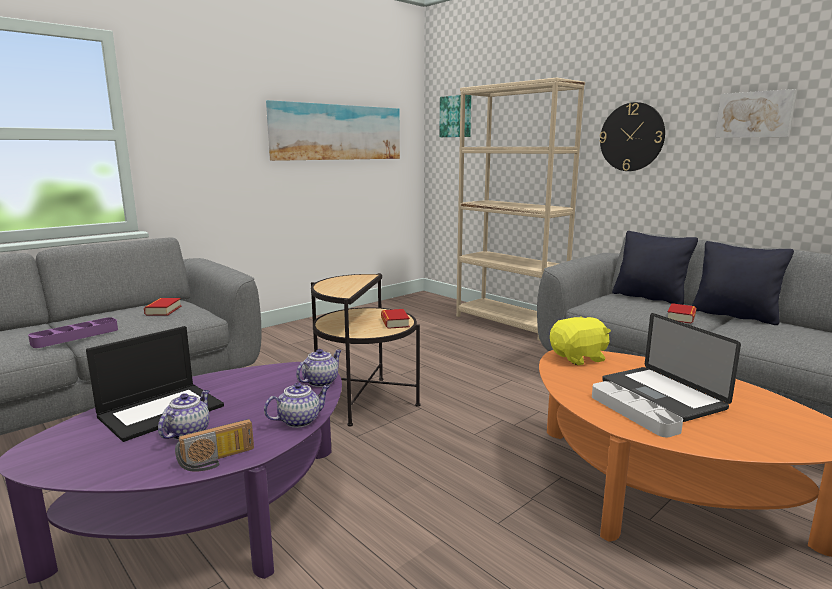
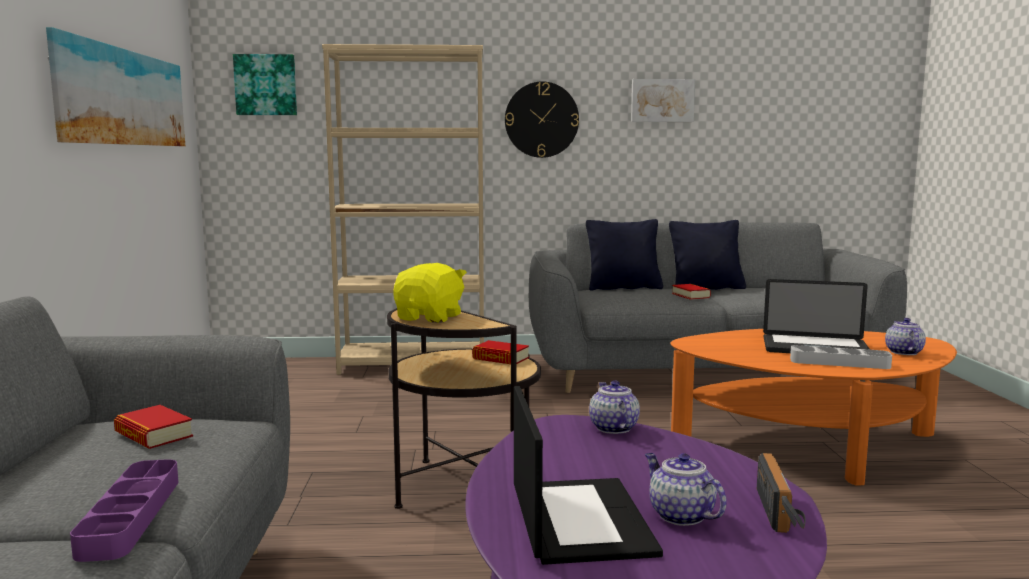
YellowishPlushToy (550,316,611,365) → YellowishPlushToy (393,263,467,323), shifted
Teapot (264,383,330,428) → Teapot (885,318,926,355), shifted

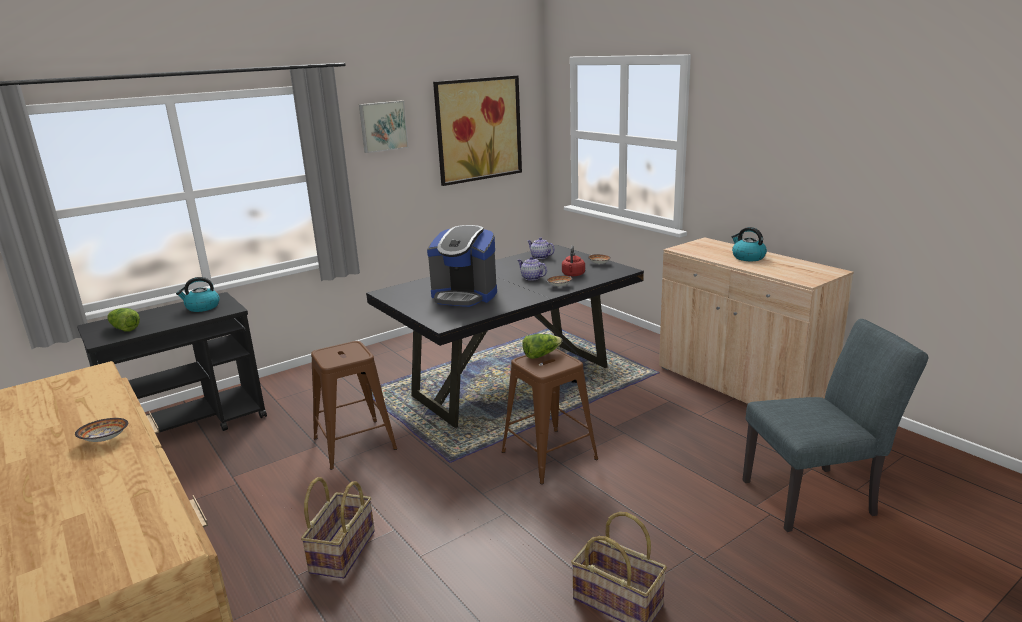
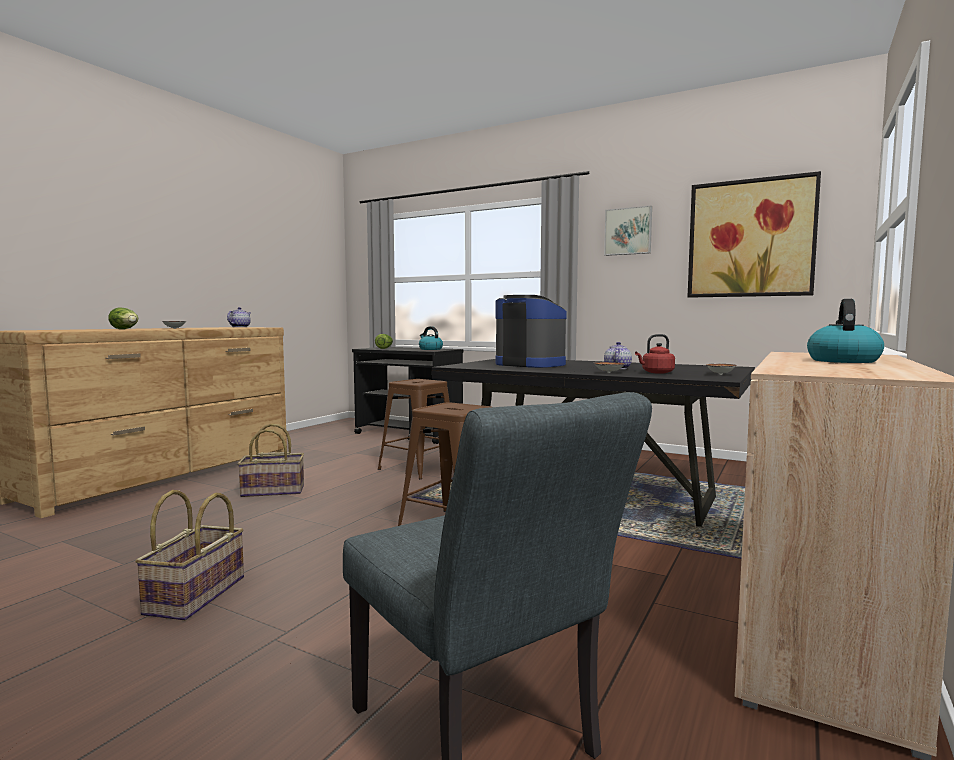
CoffeeBrewer (427,225,497,307) → CoffeeBrewer (495,295,567,368), 135 degrees clockwise
Teapot (527,237,555,259) → Teapot (227,307,251,327), shifted
Lettuce (522,334,562,359) → Lettuce (108,307,138,329), shifted

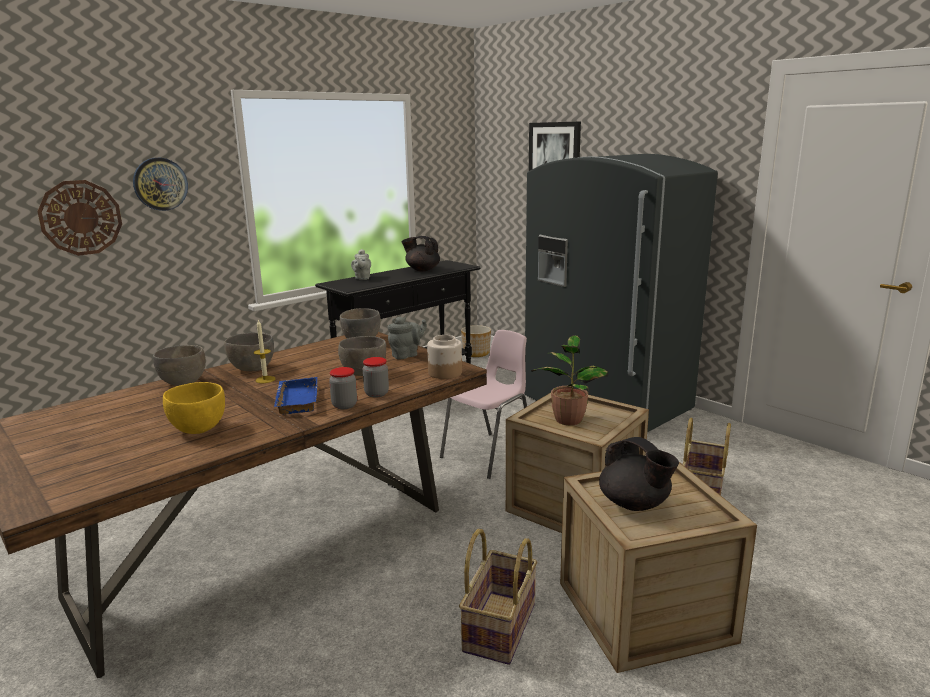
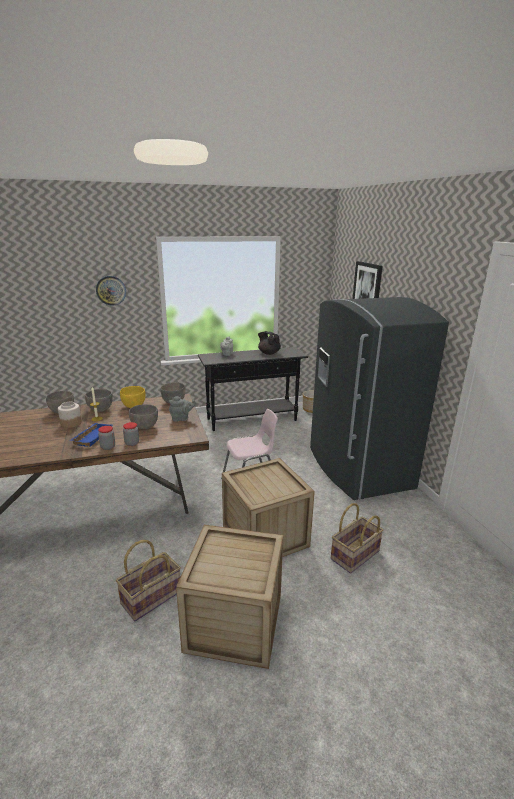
WallClock (37,180,122,256) → -
PreserveJar (427,335,462,379) → PreserveJar (58,402,82,428), shifted
PottedPlant (530,335,608,425) → -
YellowishBowl (163,382,225,434) → YellowishBowl (120,386,146,408), shifted
BlackColouredTeapot (599,437,679,511) → -

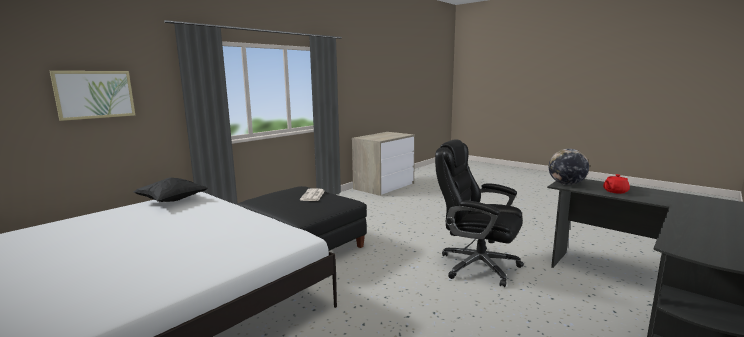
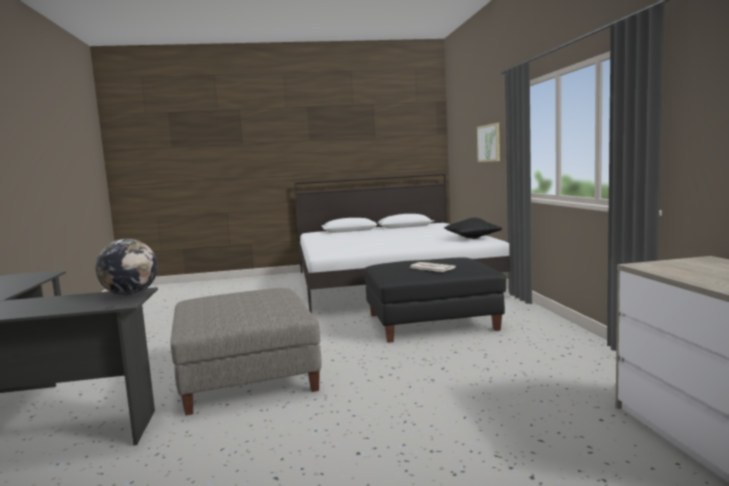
BlackColouredDeskChair (435,139,524,287) → GreyPouffe (171,288,321,416)
RedColouredTeapot (603,174,630,194) → -

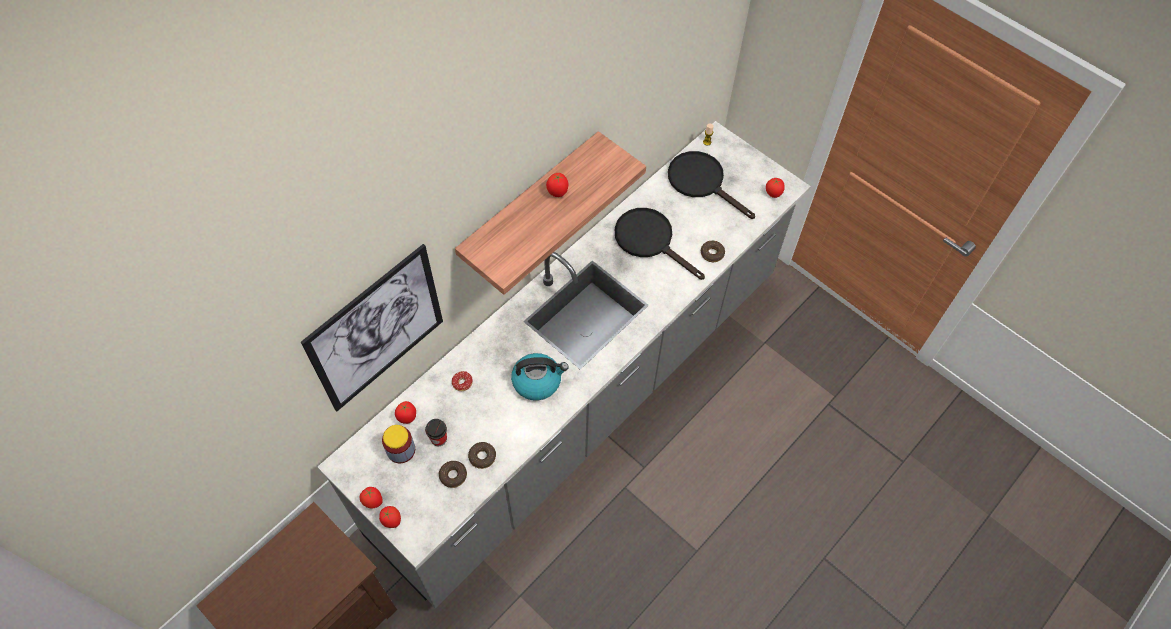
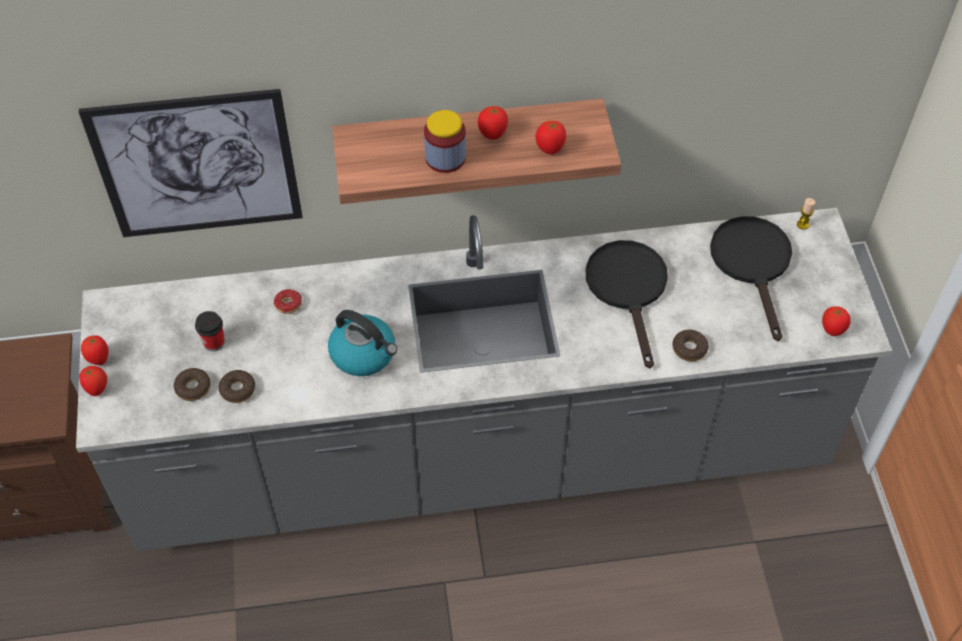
FreshTomato (395,401,416,424) → FreshTomato (536,121,566,154), shifted
PreserveJar (382,425,415,463) → PreserveJar (424,110,466,173), shifted

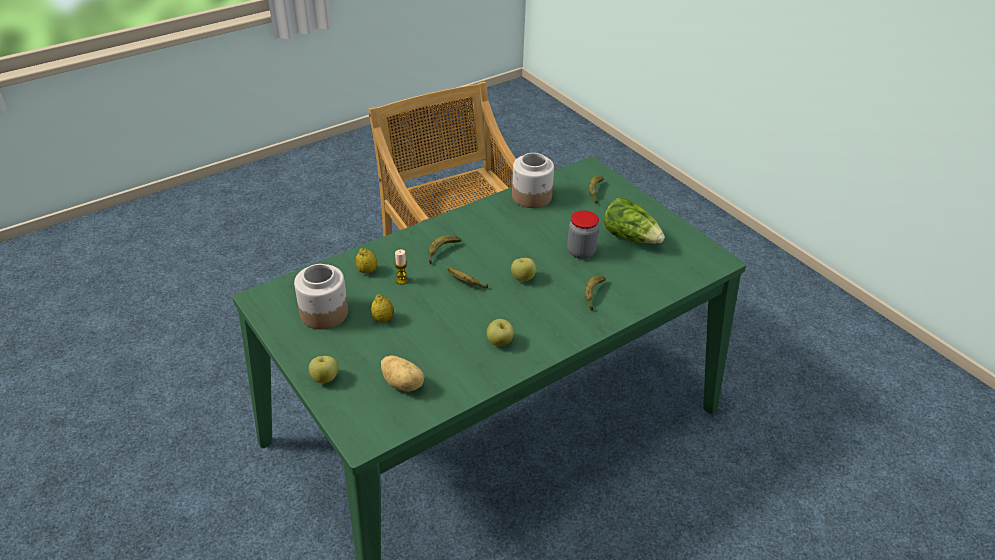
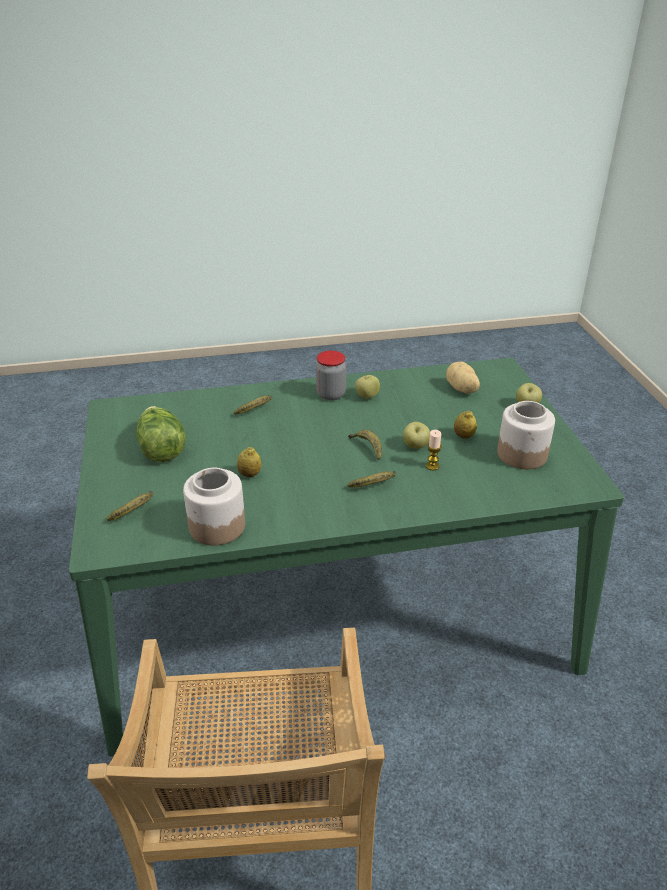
PreserveJar (567,210,599,259) → PreserveJar (316,351,346,400), shifted
CitrusFruit (355,248,378,274) → CitrusFruit (237,447,261,477), shifted
Apple (511,258,536,282) → Apple (403,422,430,449), shifted

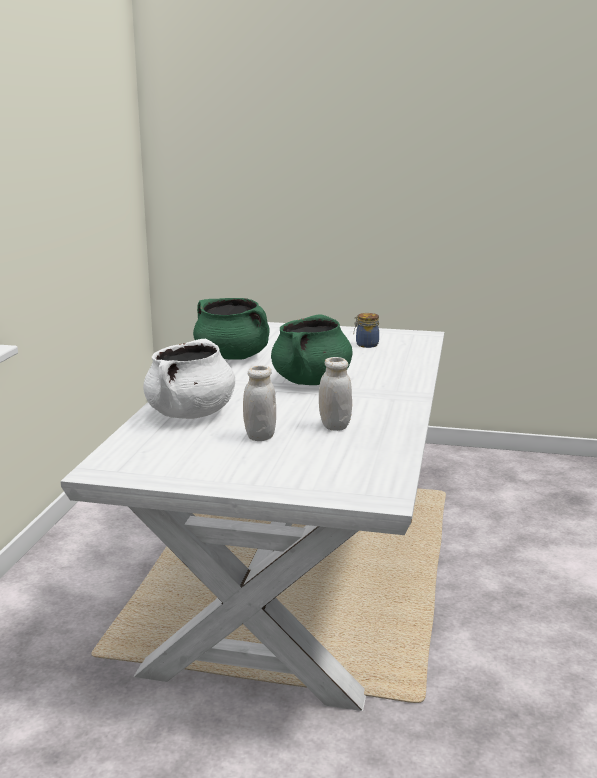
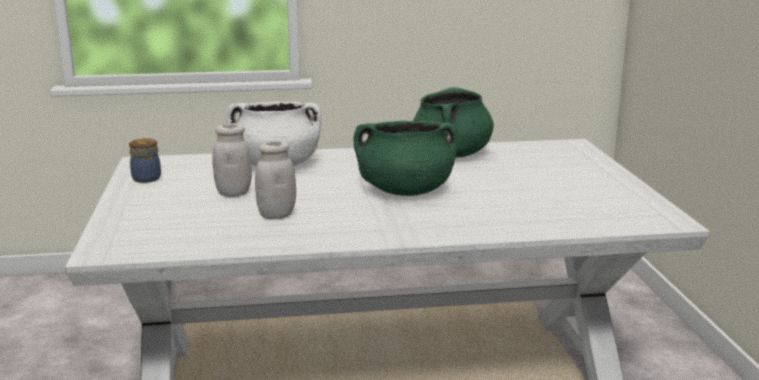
PreserveJar (354,313,379,348) → PreserveJar (129,138,161,183), shifted

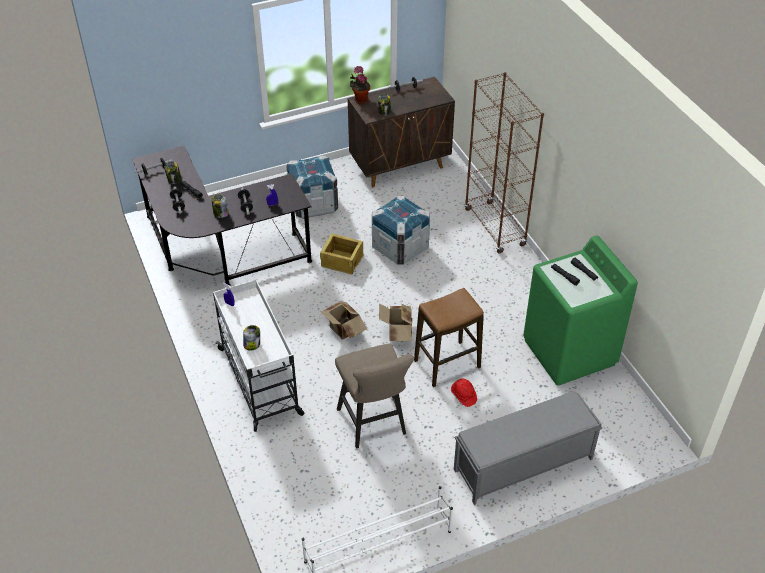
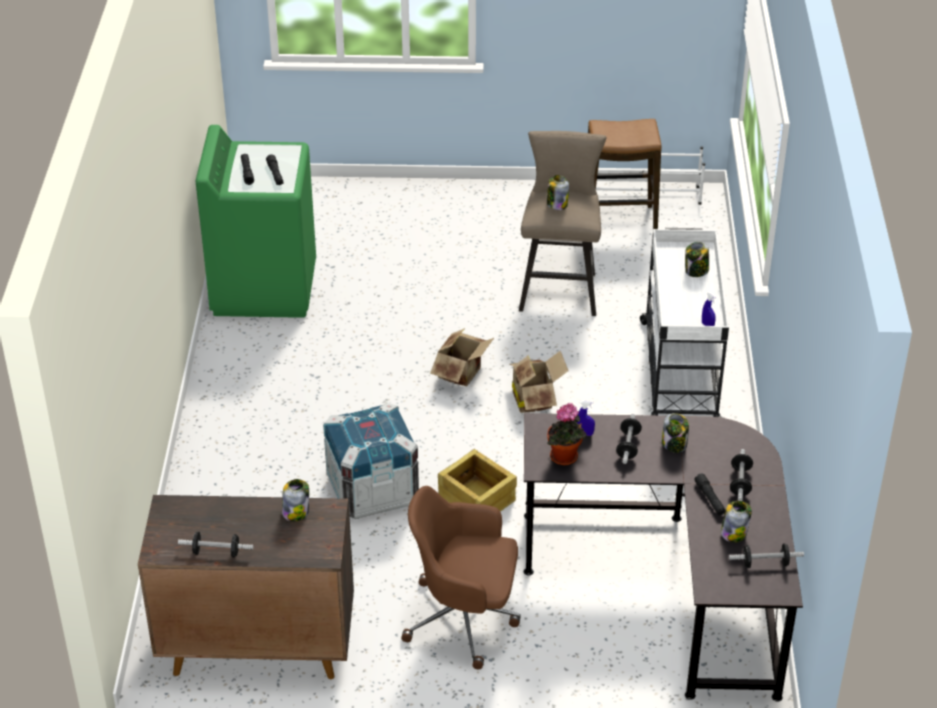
PottedPlant (350,66,370,104) → PottedPlant (547,403,586,466), shifted
BrownishBookcase (464,72,544,253) → -
ShippingCrate (286,155,338,218) → BrownishDeskChair (401,486,521,669)
StoolSeat (414,288,484,387) → StoolSeat (588,119,661,229), shifted
RedColouredSafetyHelmet (451,379,477,407) → -
GreyIndoorBench (454,391,602,505) → -
- → PreserveJar (547,175,569,210)

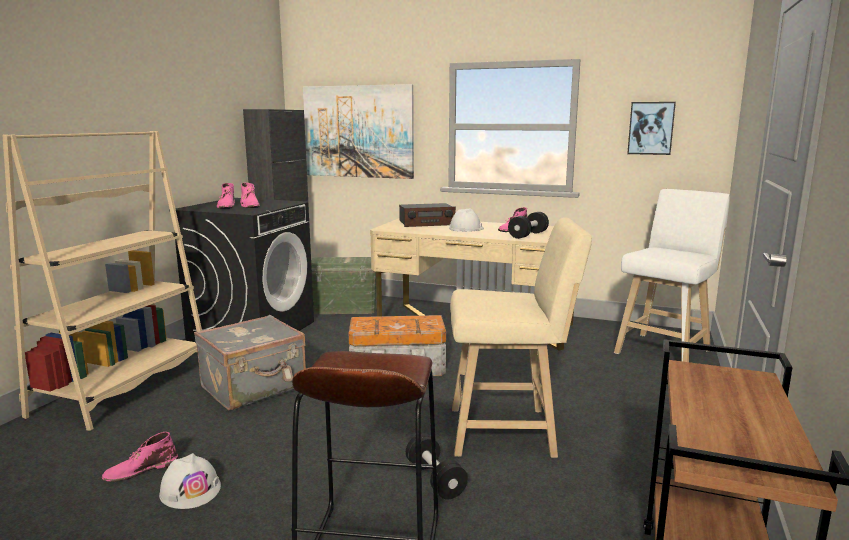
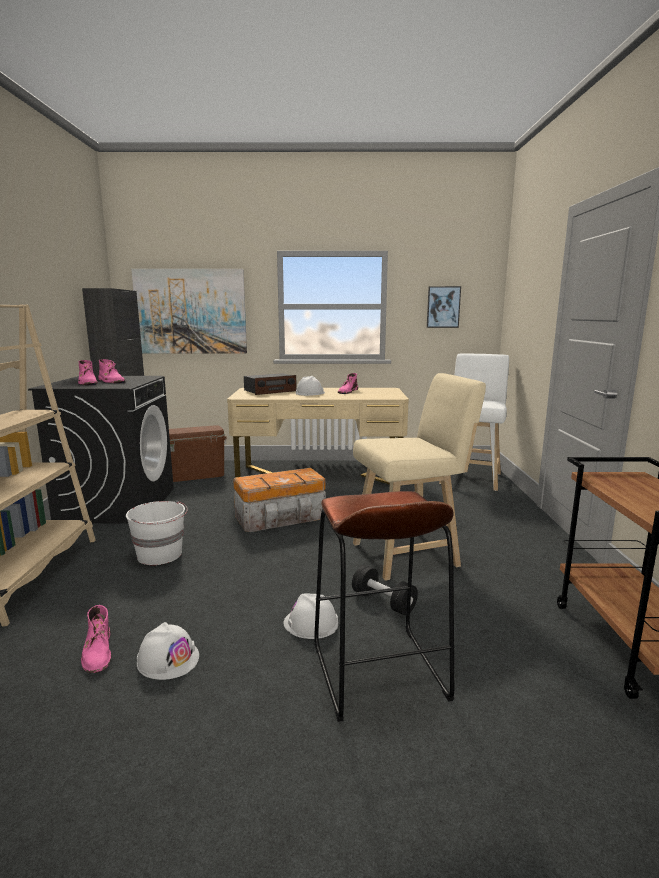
BlackColouredDumbbell (508,212,549,239) → -
GreenStorageBox (311,257,377,314) → BrownishStorageBox (169,425,227,482)
GreySuitcase (194,315,306,410) → WhiteBucket (126,500,188,565)
PinkBoot (102,432,179,482) → PinkBoot (81,605,111,673), 60 degrees counterclockwise
- → WhiteSafetyHelmet (283,593,338,639)

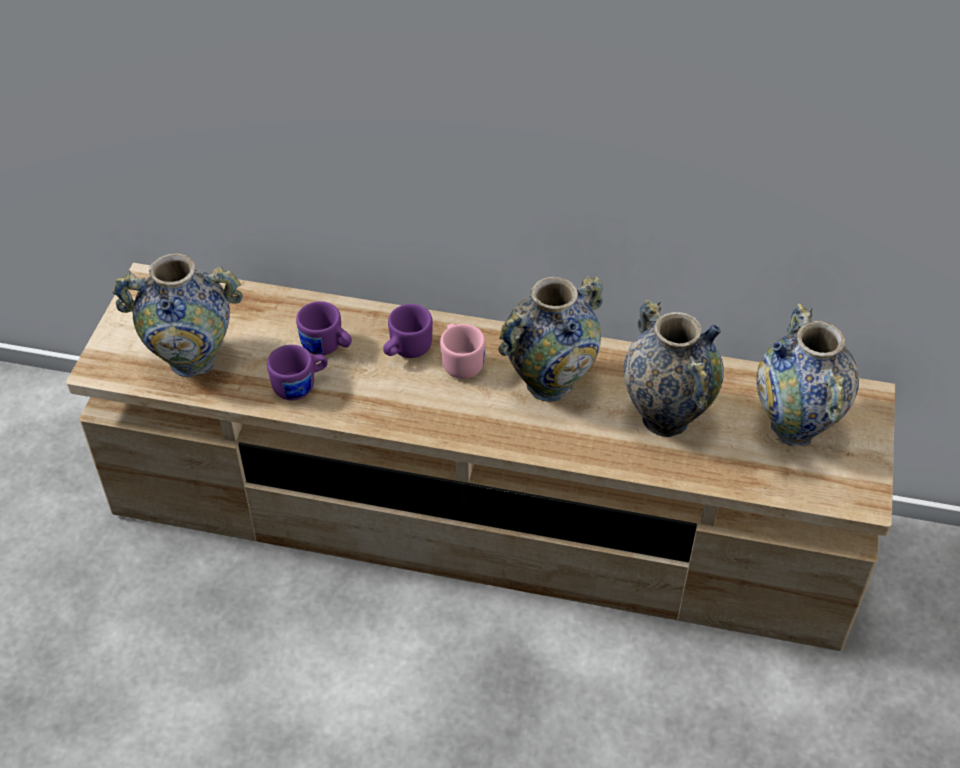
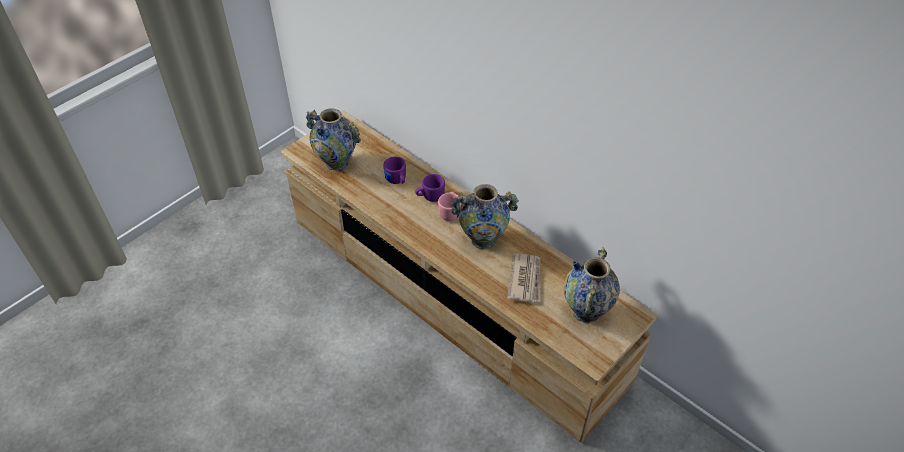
DecorativeVase (624,299,724,437) → DailyPaper (507,253,540,303)
PurpleColouredMug (267,345,328,400) → -

